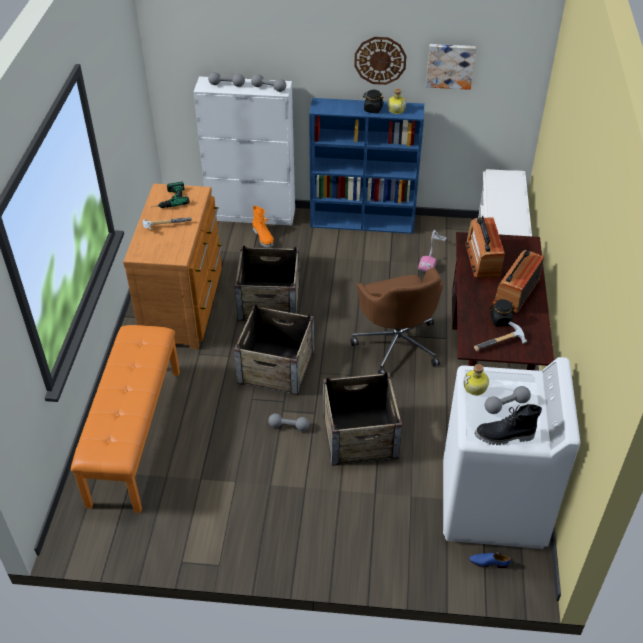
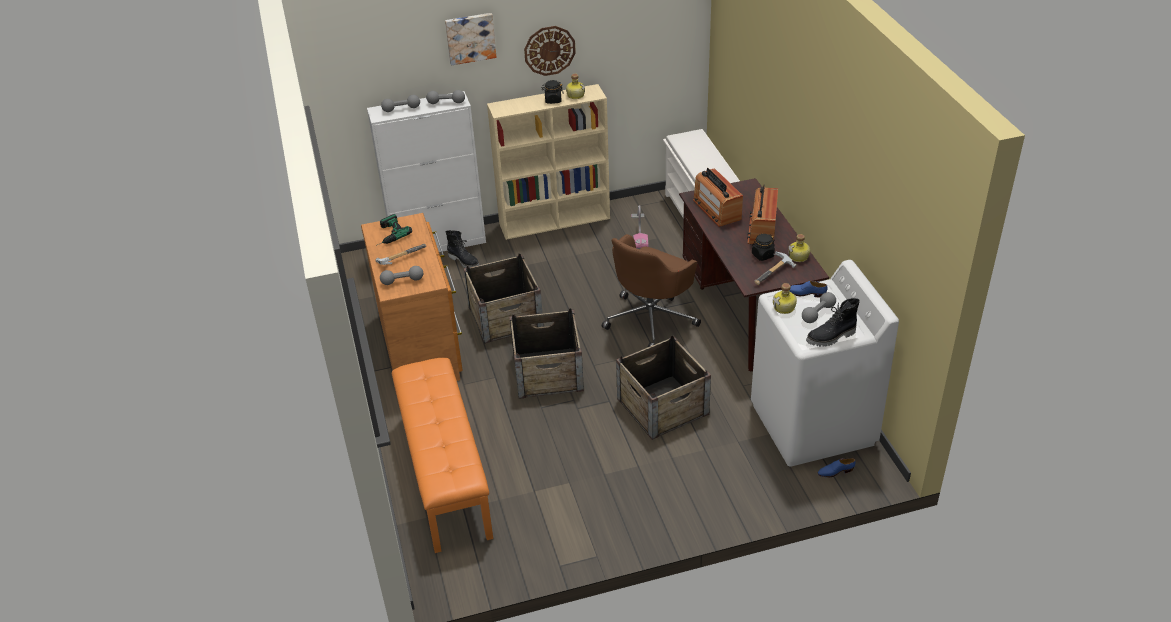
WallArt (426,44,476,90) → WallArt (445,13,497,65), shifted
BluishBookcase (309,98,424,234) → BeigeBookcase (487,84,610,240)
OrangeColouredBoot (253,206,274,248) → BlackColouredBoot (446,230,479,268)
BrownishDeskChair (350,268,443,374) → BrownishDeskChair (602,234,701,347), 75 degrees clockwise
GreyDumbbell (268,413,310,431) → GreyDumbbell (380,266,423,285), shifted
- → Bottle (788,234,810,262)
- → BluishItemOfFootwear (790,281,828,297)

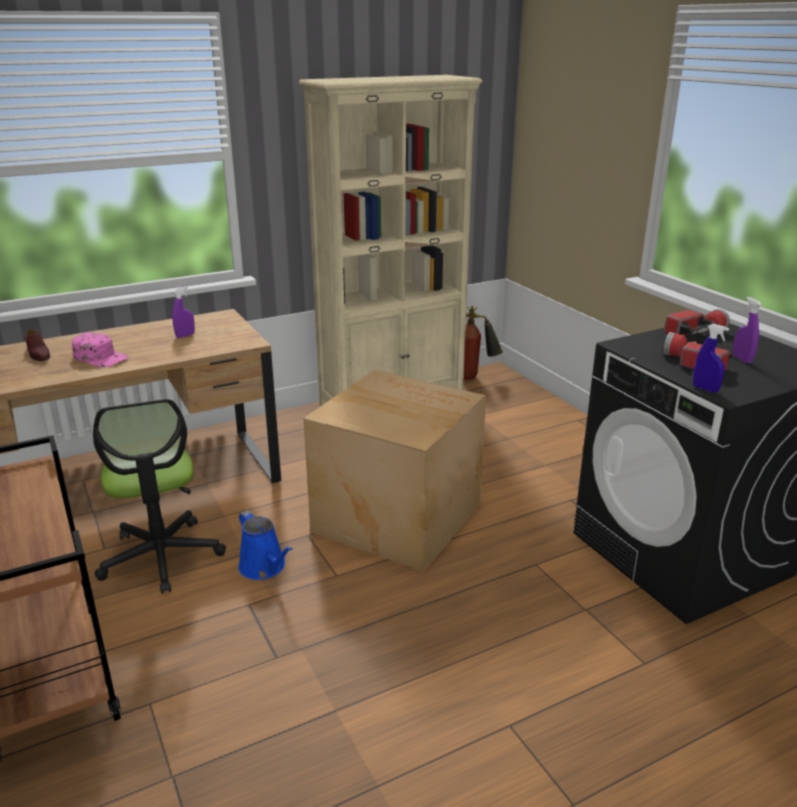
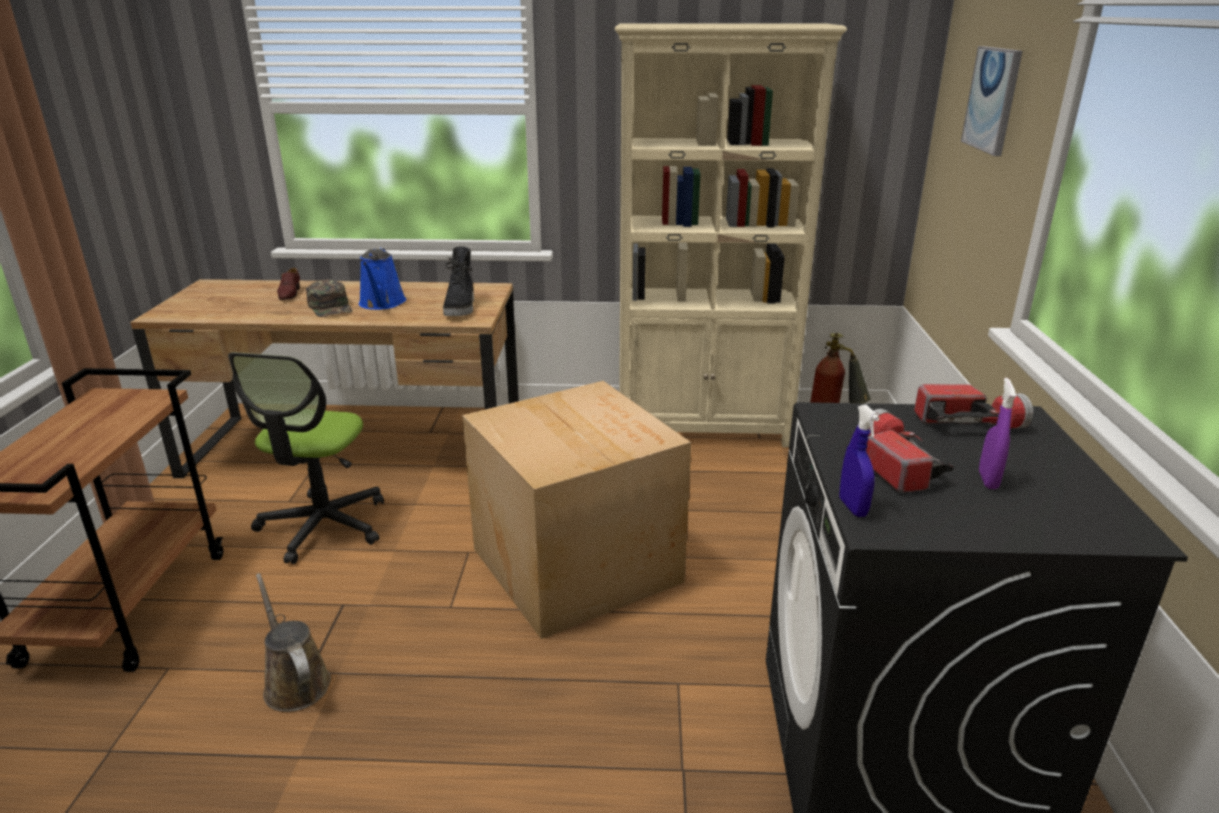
PurpleColouredSprayer (172,286,195,338) → -
PinkBaseballCap (72,332,129,367) → GreenBaseballCap (306,279,353,317)
BluishWateringPot (238,510,293,580) → BluishWateringPot (359,247,406,310), shifted
- → WallArt (961,46,1023,156)
- → BlackColouredBoot (443,246,474,316)
- → BrownishWateringPot (256,573,331,712)

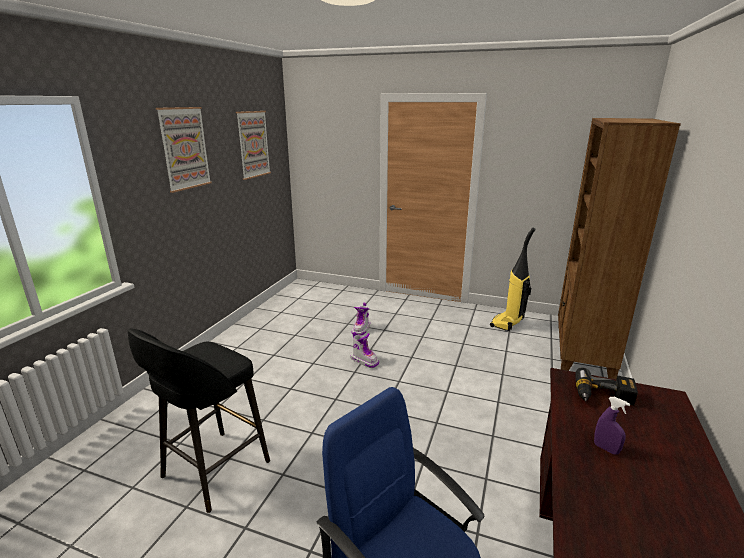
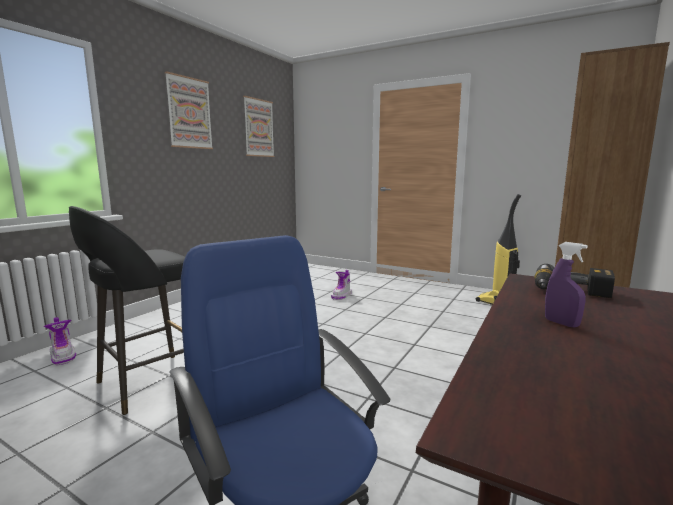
Boot (350,332,379,368) → Boot (44,317,76,365), shifted

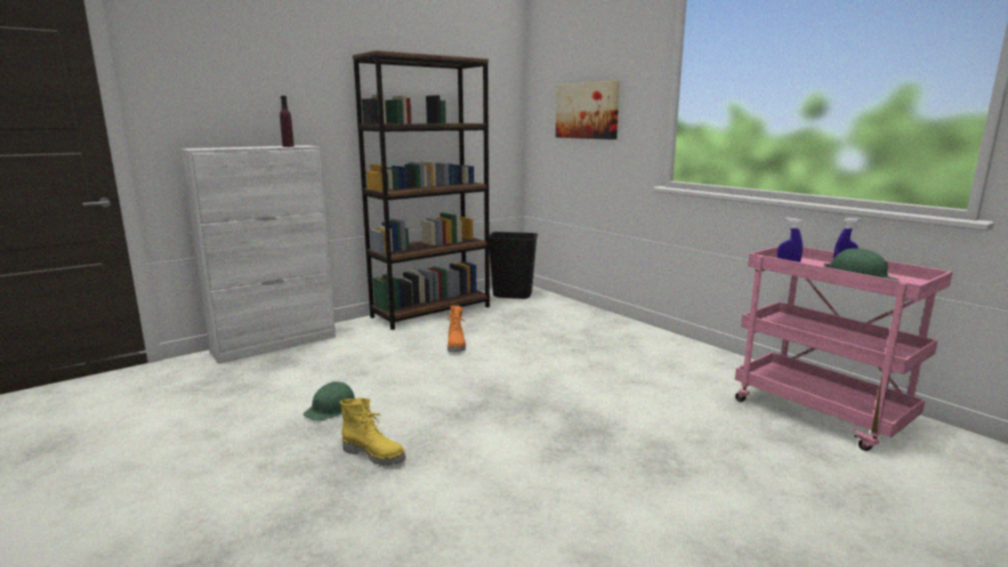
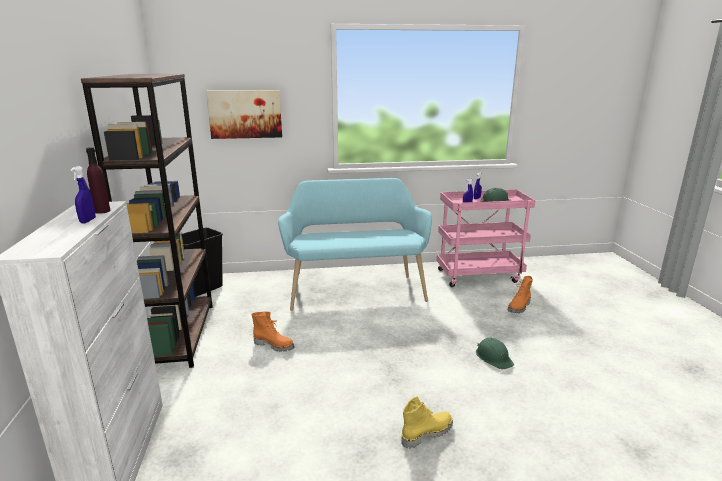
GreenSafetyHelmet (303,382,355,421) → GreenSafetyHelmet (476,338,514,369), shifted
- → BluishSprayer (70,166,96,223)
- → TurquoiseColouredIndoorBench (278,178,432,311)
- → OrangeColouredBoot (508,276,533,313)

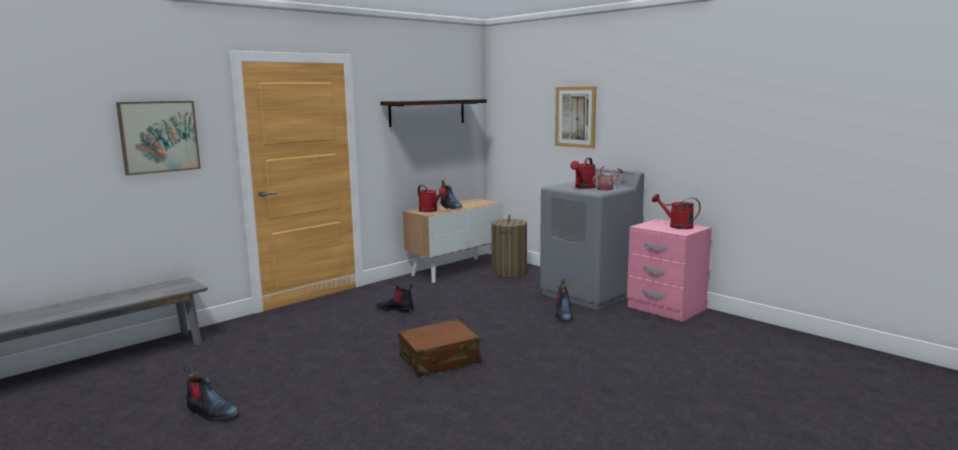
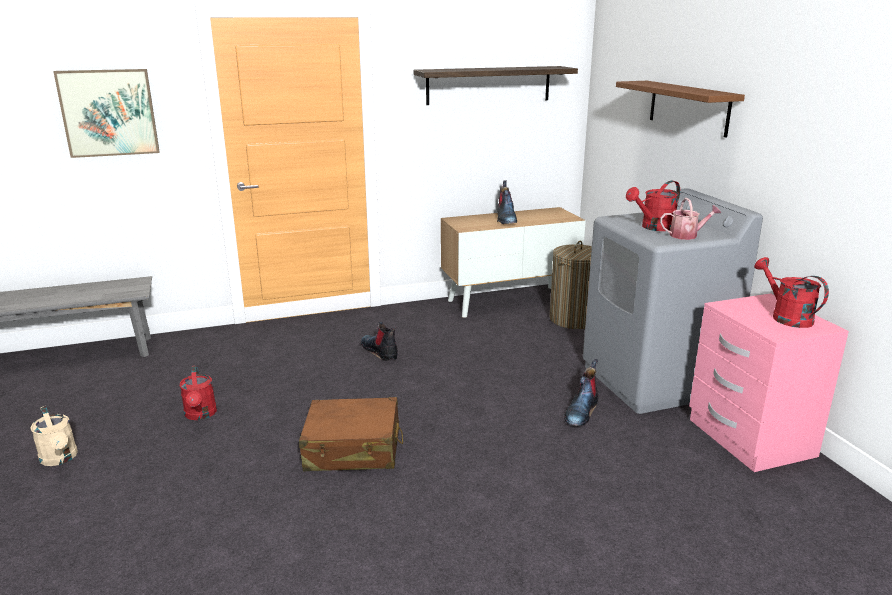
WallArt (555,86,596,148) → BrownishBracketShelf (616,81,745,137)
RedColouredWateringPot (418,185,446,212) → RedColouredWateringPot (180,365,217,420), shifted
Boot (183,366,239,421) → BeigeWateringPot (30,406,78,466)

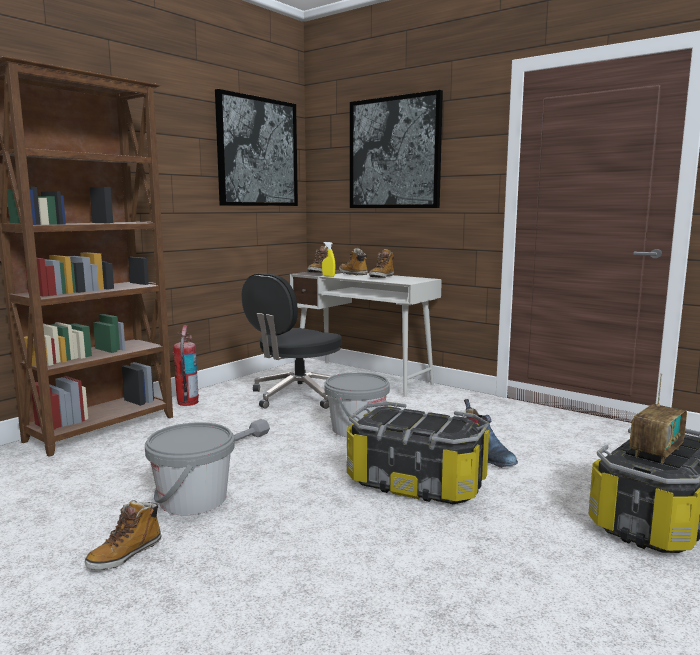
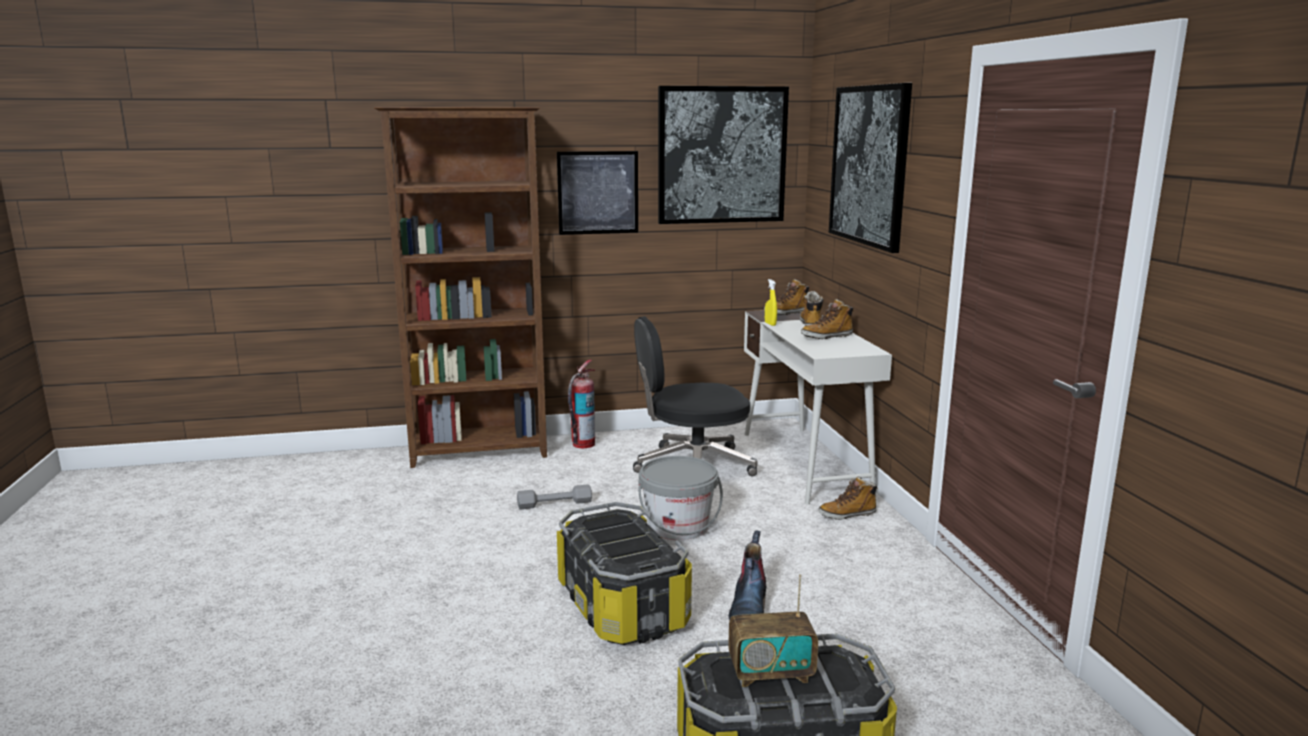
GreyBucket (145,422,235,515) → -
Boot (85,500,161,570) → Boot (819,476,877,520), shifted
- → WallArt (557,151,638,235)

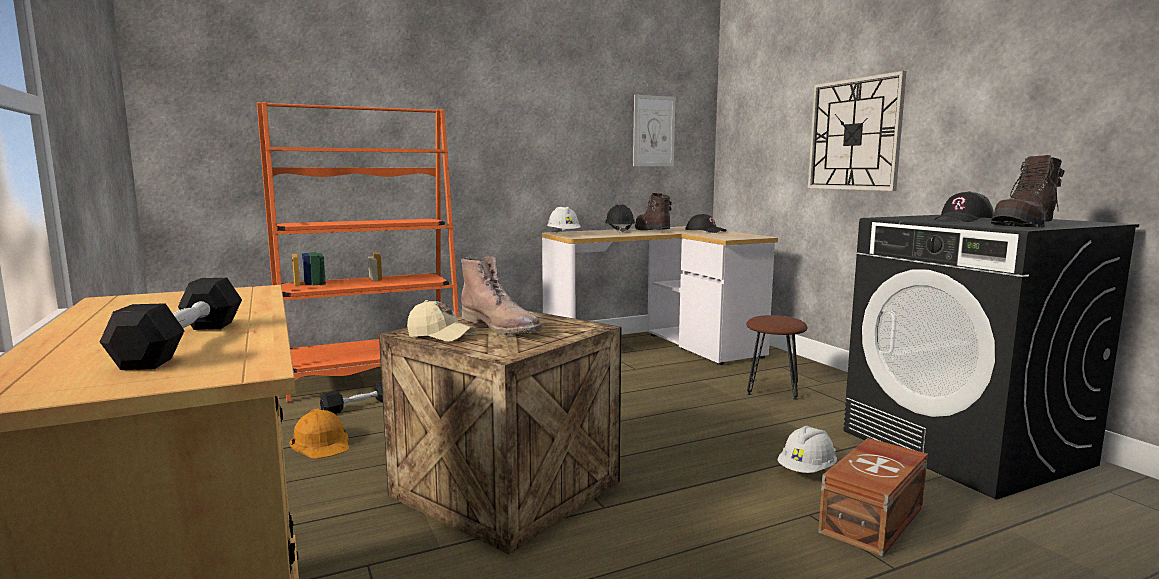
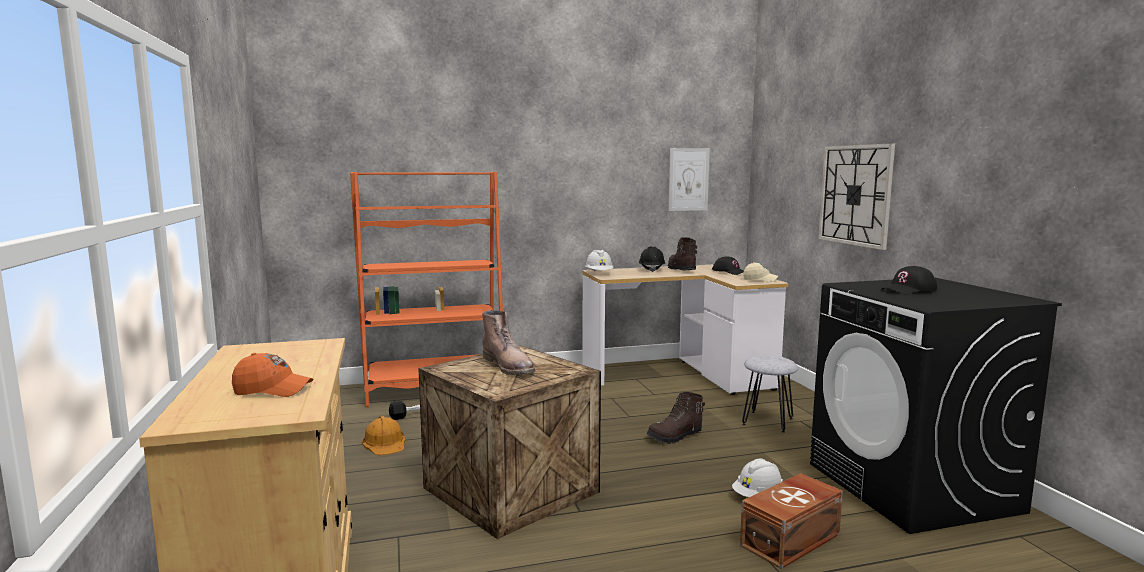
BrownishBoot (991,155,1064,228) → BrownishBoot (646,392,705,444), shifted
BlackColouredDumbbell (100,278,242,370) → OrangeColouredBaseballCap (232,353,313,397)
BeigeBaseballCap (407,300,475,342) → BeigeBaseballCap (743,262,779,282), shifted
BrownishStoolSeat (746,315,808,400) → GreyStoolSeat (742,355,798,433)

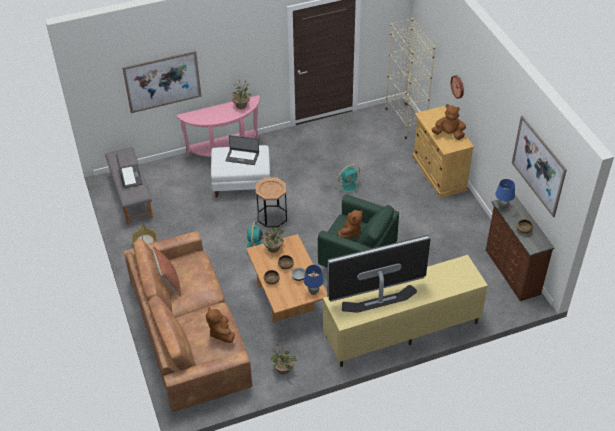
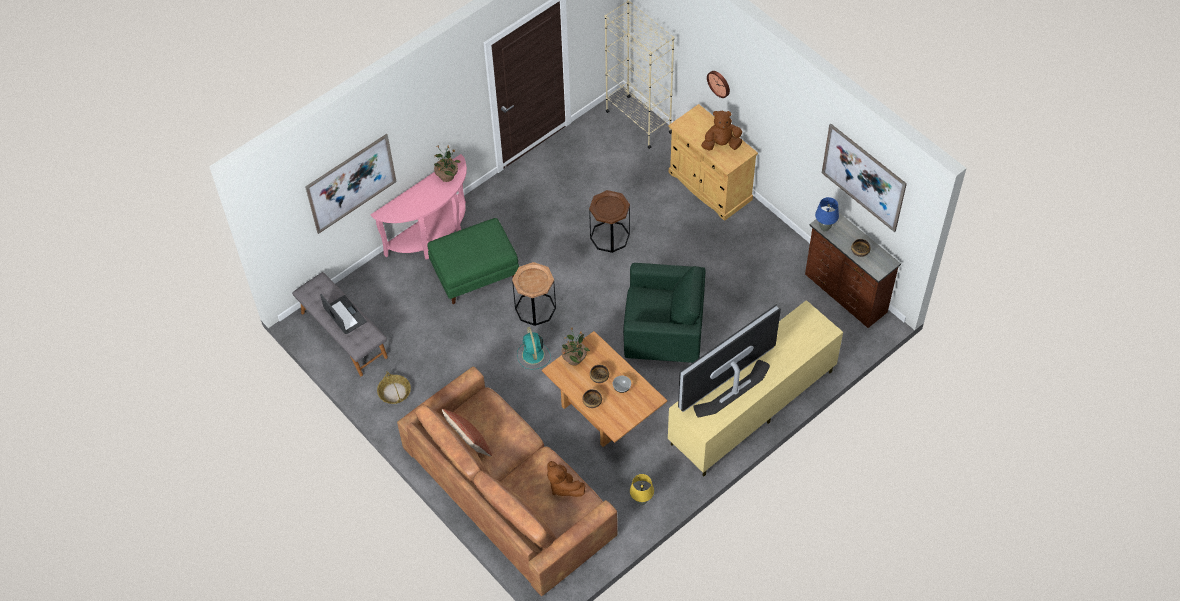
PortableComputer (225,135,259,165) → -
WhitePouffe (211,145,271,198) → GreenPouffe (427,218,519,304)
TurquoiseColouredFan (335,164,362,195) → BrownishEndTable (589,190,630,253)
BrownishPlushToy (337,210,363,239) → -
BluishLampForATable (304,265,324,295) → -
PottedPlant (270,344,298,375) → YellowishLampForATable (630,474,654,505)

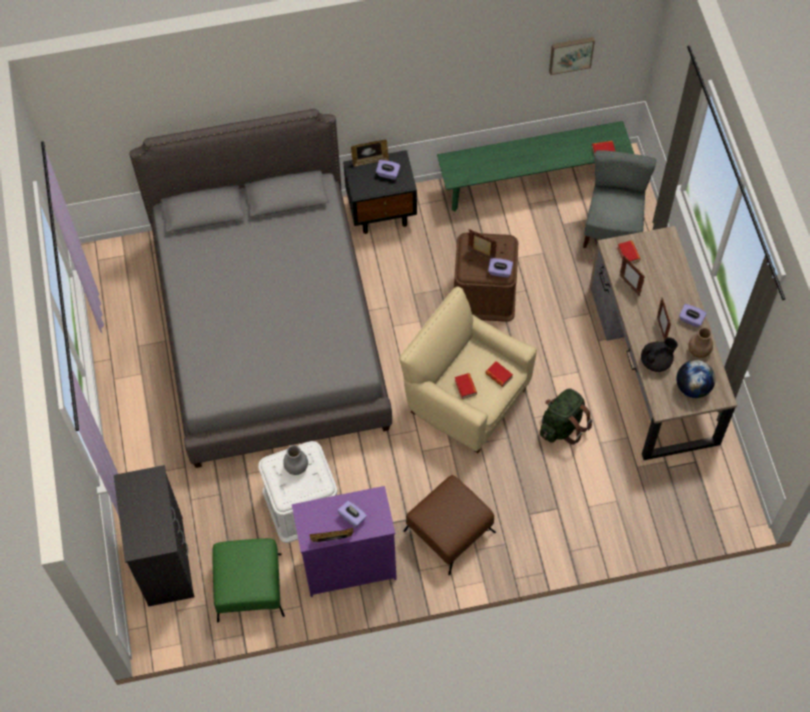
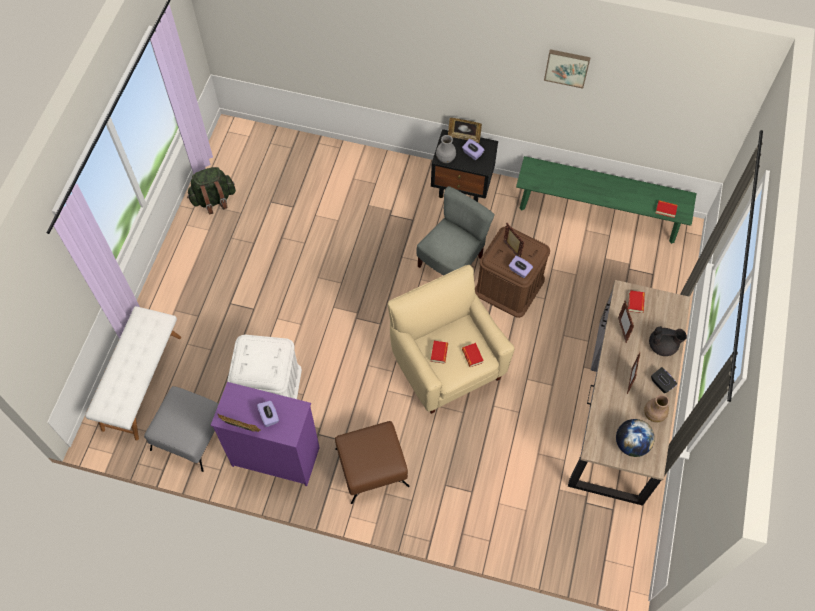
WallArt (549,37,595,75) → WallArt (544,49,591,89), shifted
GreyBedroomBed (129,109,392,468) → -
GreyChair (583,150,656,248) → GreyChair (416,186,495,275), shifted
PurpleColouredTissueBox (679,304,707,327) → BlackColouredTissueBox (651,367,677,393)
BlackColouredTeapot (641,337,678,372) → BlackColouredTeapot (649,326,687,356), shifted
GreenKnapsack (540,388,592,445) → GreenKnapsack (187,167,236,215), shifted
GreyDecorativeVase (283,445,308,475) → GreyDecorativeVase (436,135,456,163), shifted
BlackColouredDrawerChest (114,465,195,606) → WhiteIndoorBench (85,306,181,441)
GreenPouffe (212,538,285,622) → GreyPouffe (144,386,218,472)

